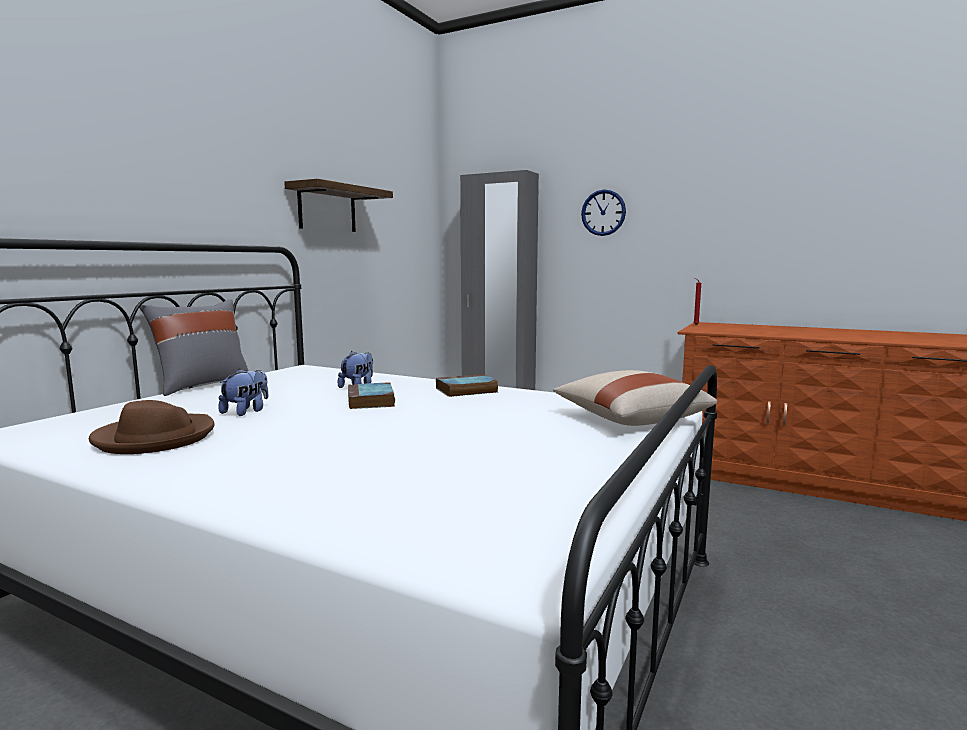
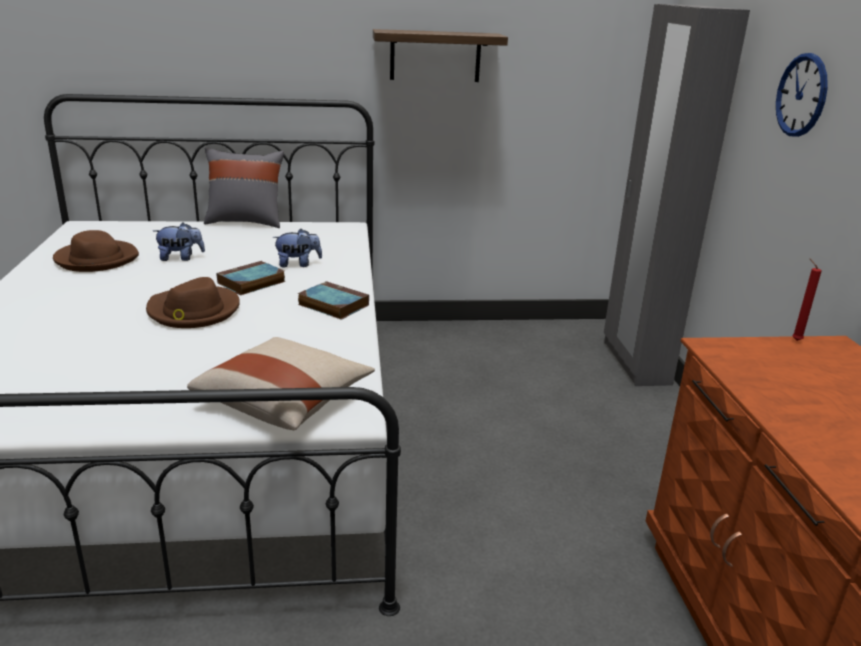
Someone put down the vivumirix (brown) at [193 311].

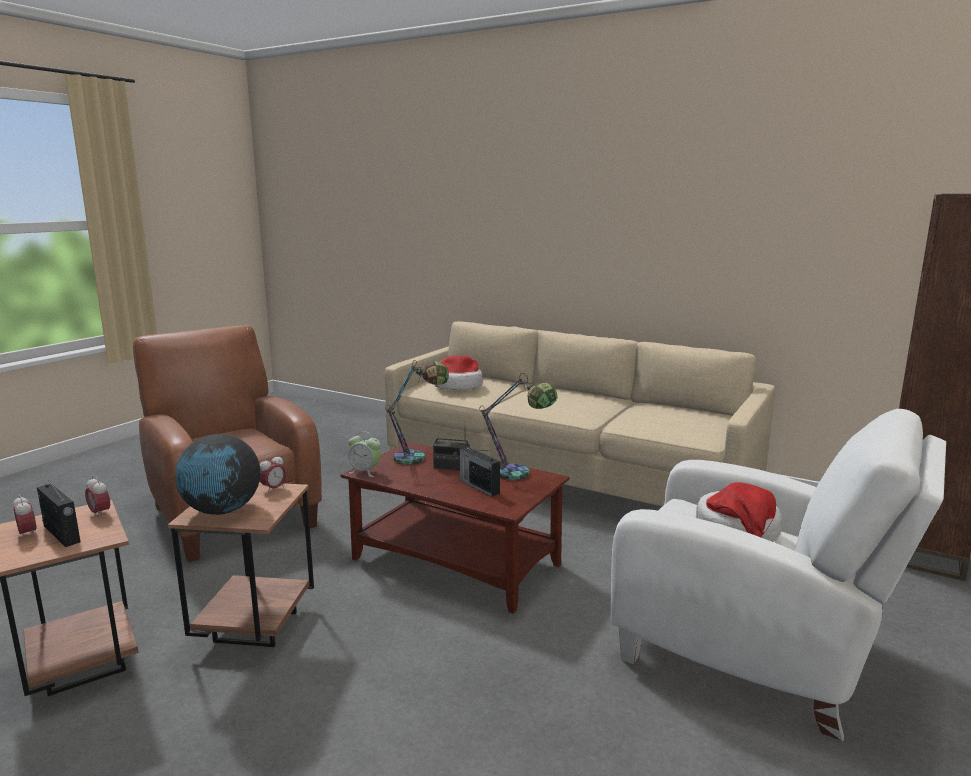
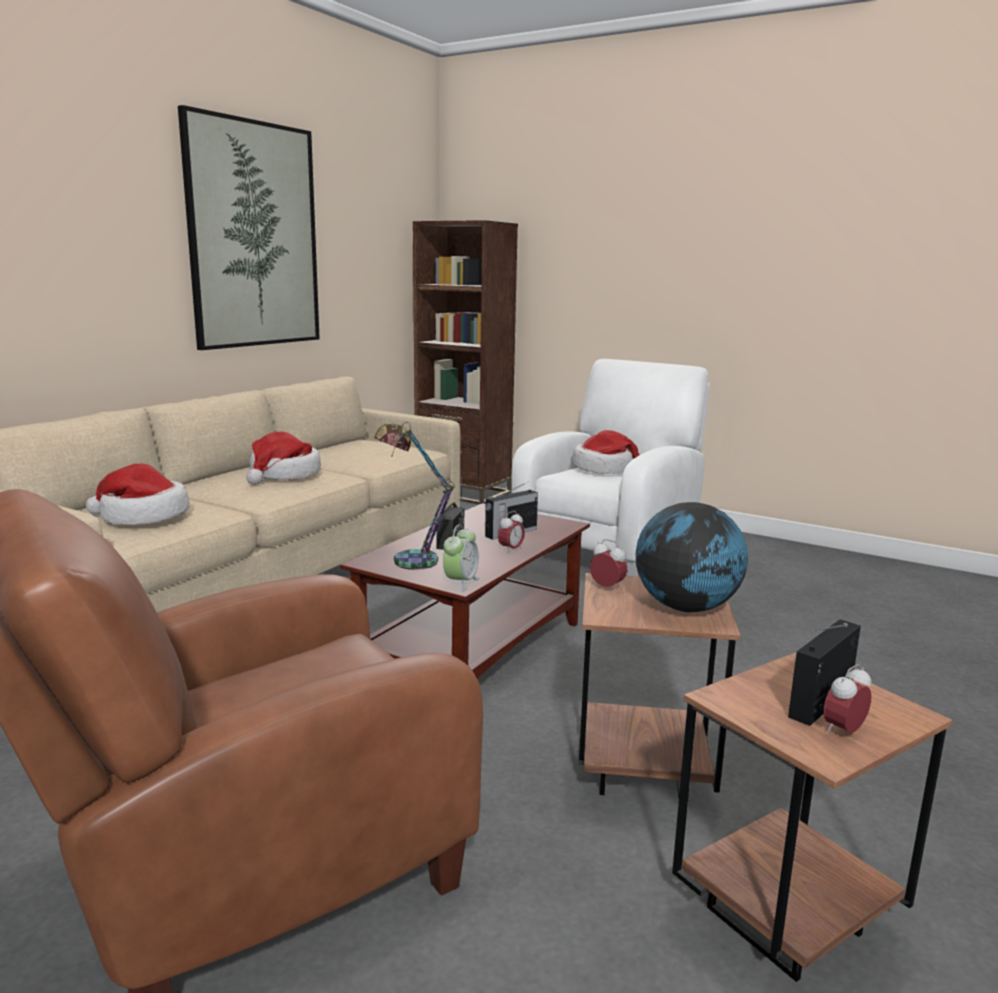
Someone took away the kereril at [520 477].
Someone put up the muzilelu at [254 235].
Someone put down the vivumirix at [284 475].
Someone carried the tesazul from [100 513] to [511 550].

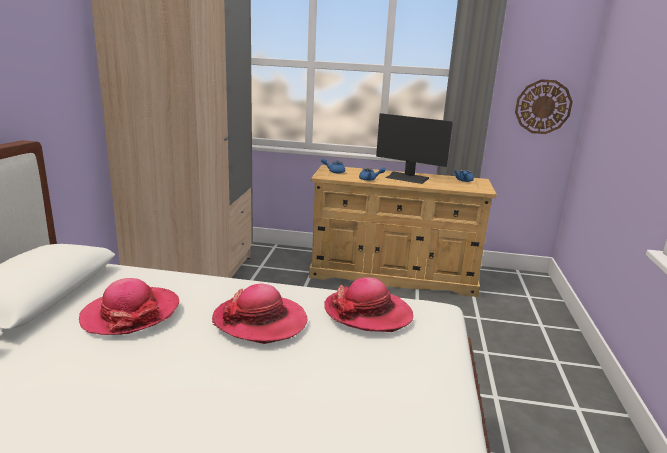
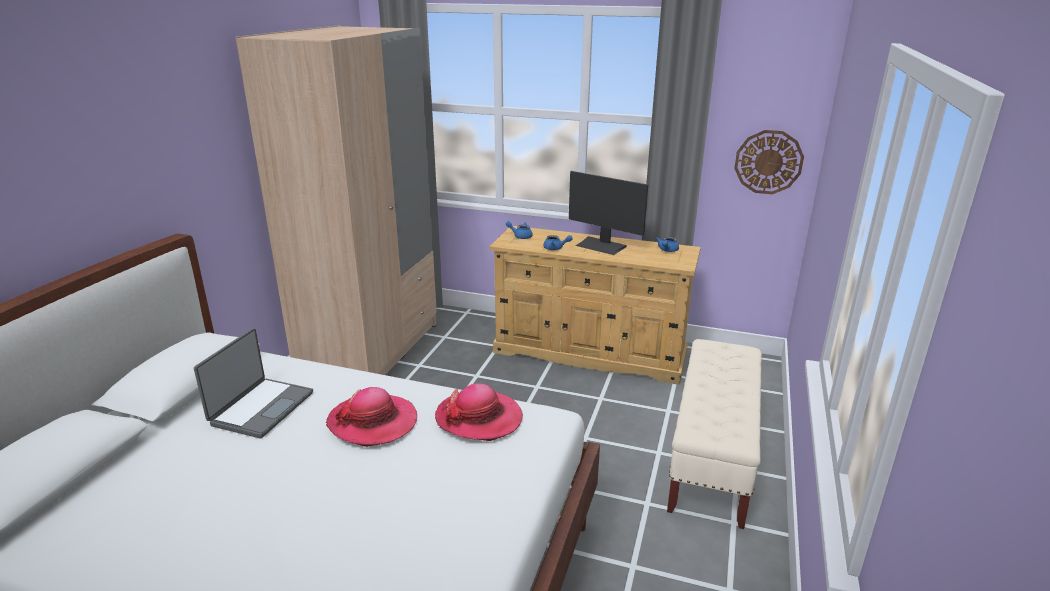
Someone put down the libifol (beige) at [711 458].
Someone swapped the vivumirix at [131 314] for the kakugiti at [261 408].

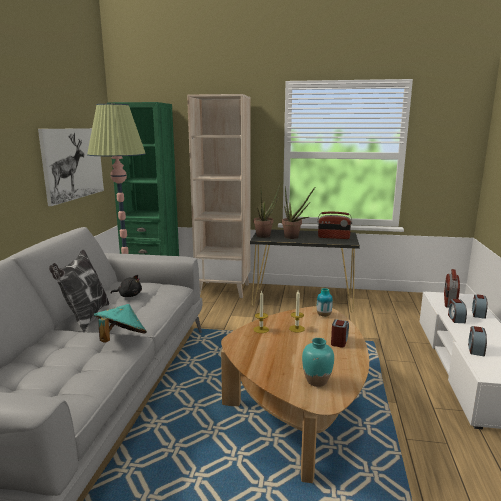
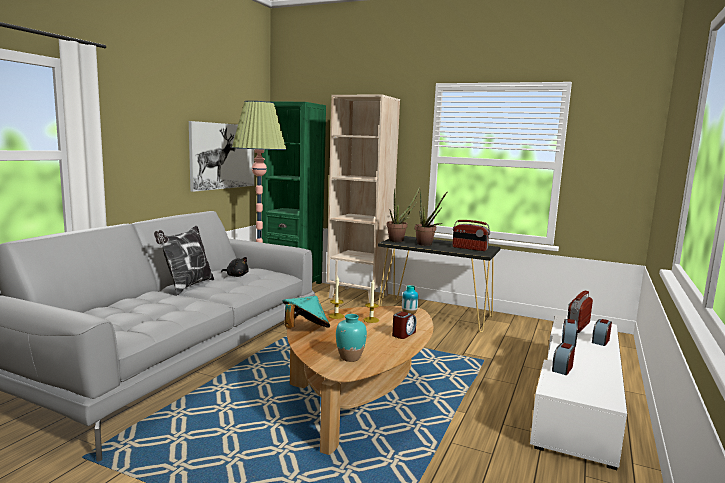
Someone carried the vivumirix (turquoise) from [121 339] to [305 330].

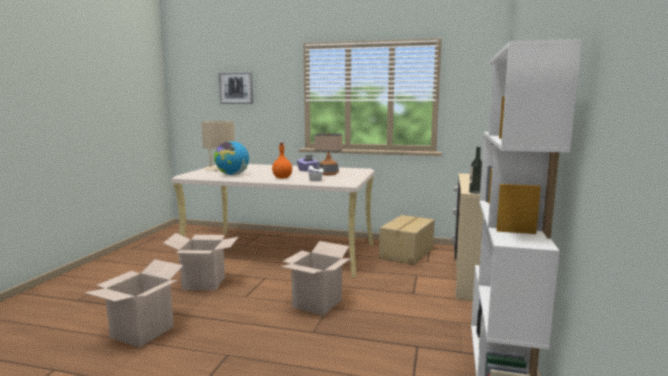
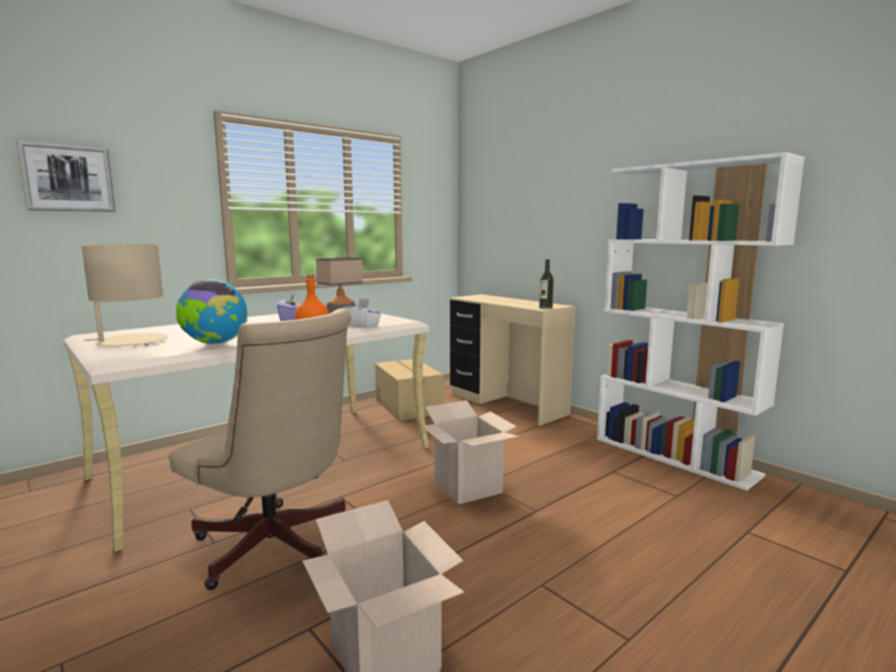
Someone swapped the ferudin at [204 283] for the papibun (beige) at [276 549].

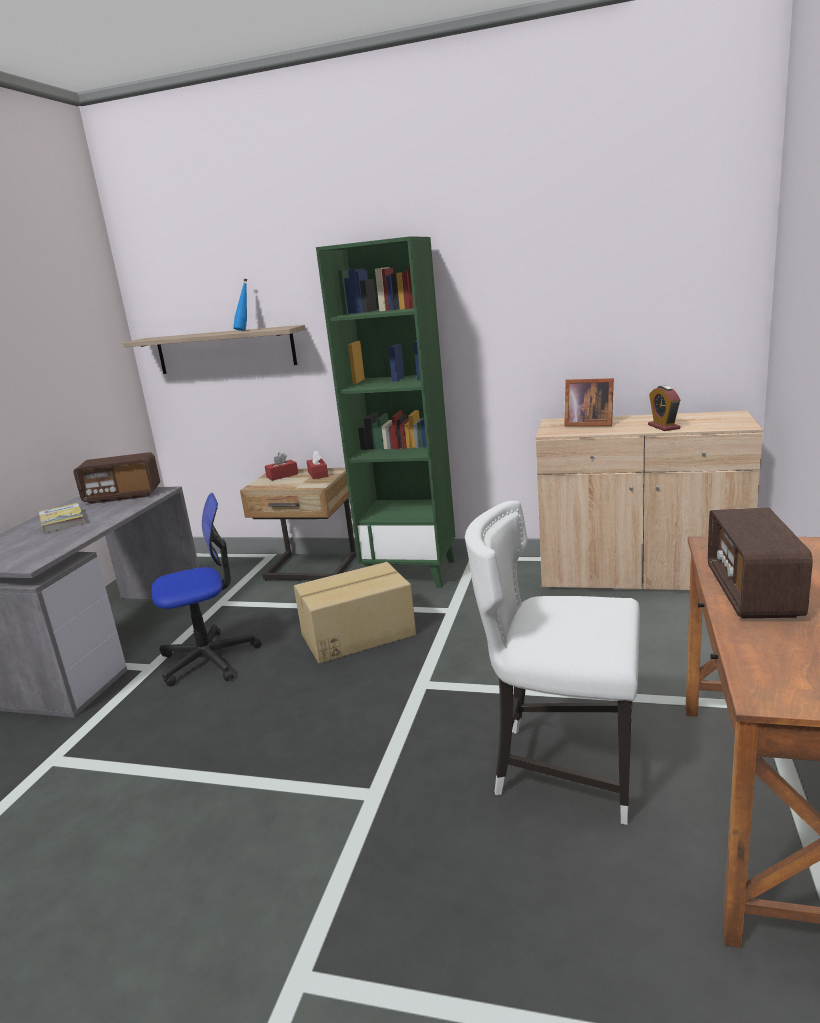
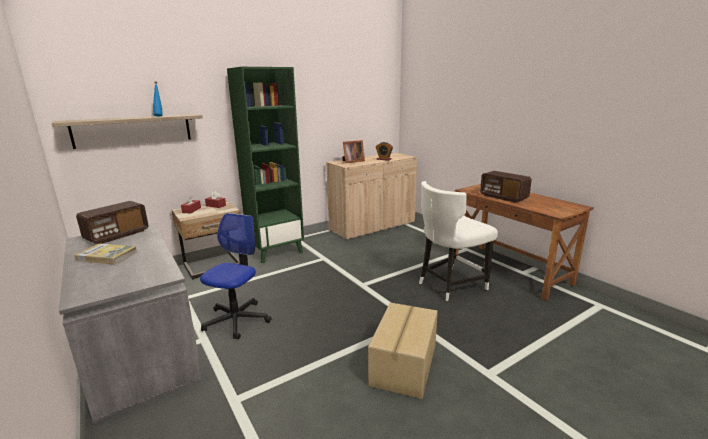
Someone carried the ferudin from [357 634] to [402 364].

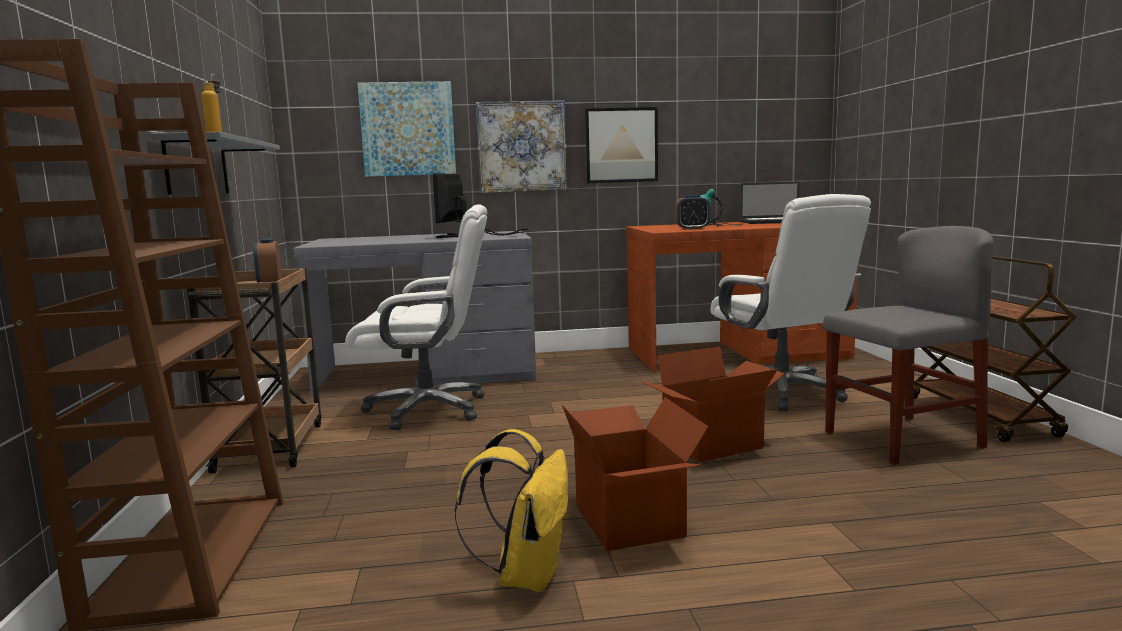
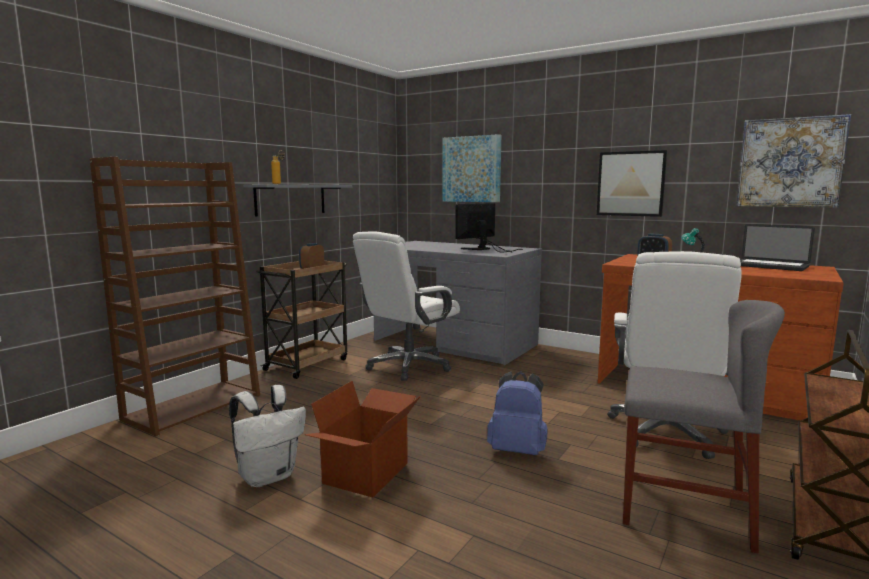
Someone carried the muzilelu from [522 147] to [790 162].
Someone swapped the ferudin at [713 445] for the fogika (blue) at [517 450].
Someone repainted the fogika (yellow) at [526 575], which became the fogika (white) at [268 476].
Someone rotated the papibun (white) at [428 409] by 90 degrees clockwise.

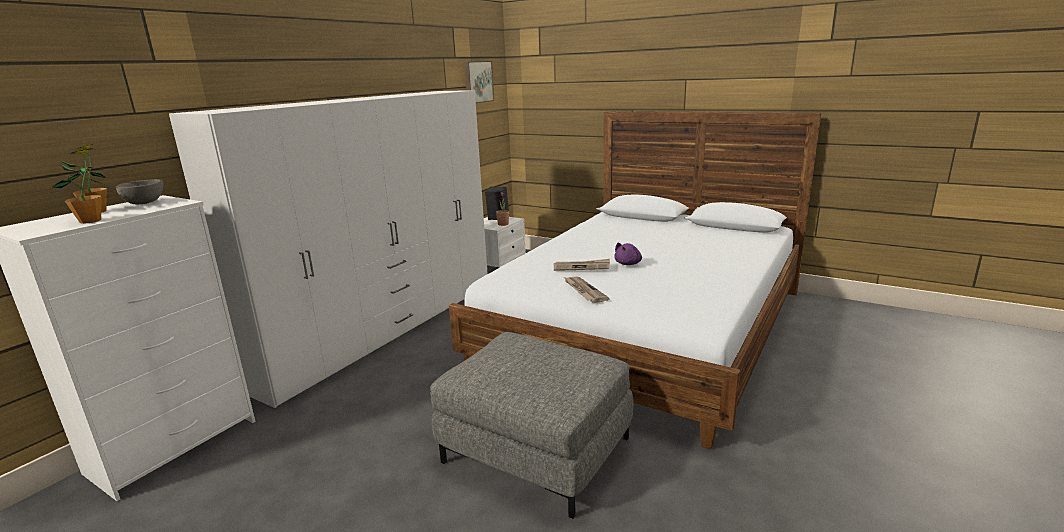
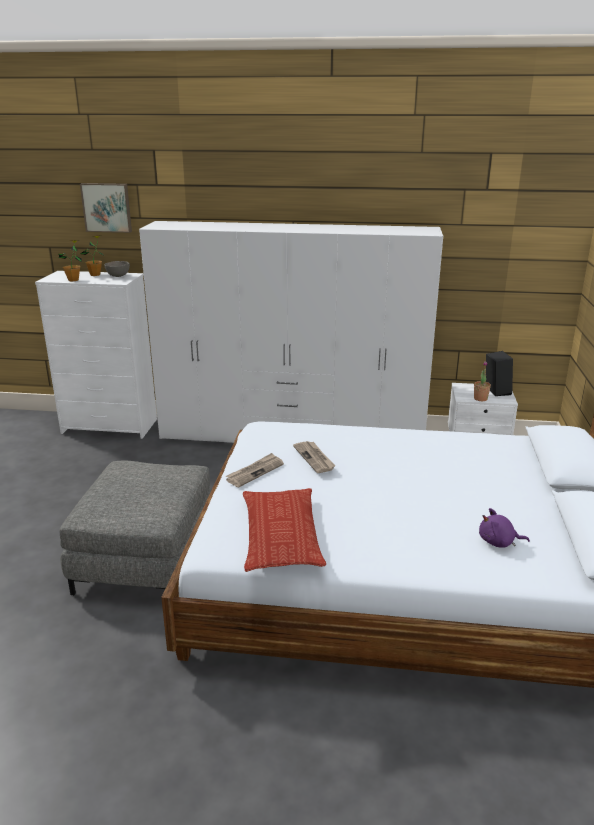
Someone put down the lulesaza at [281 536].
Someone carried the muzilelu from [477 82] to [107 207].
Someone carried the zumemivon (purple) from [628 263] to [498 542].

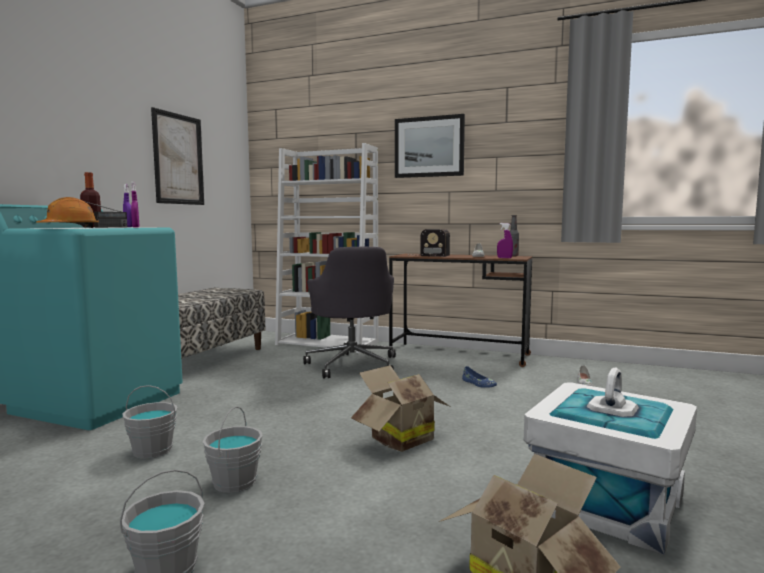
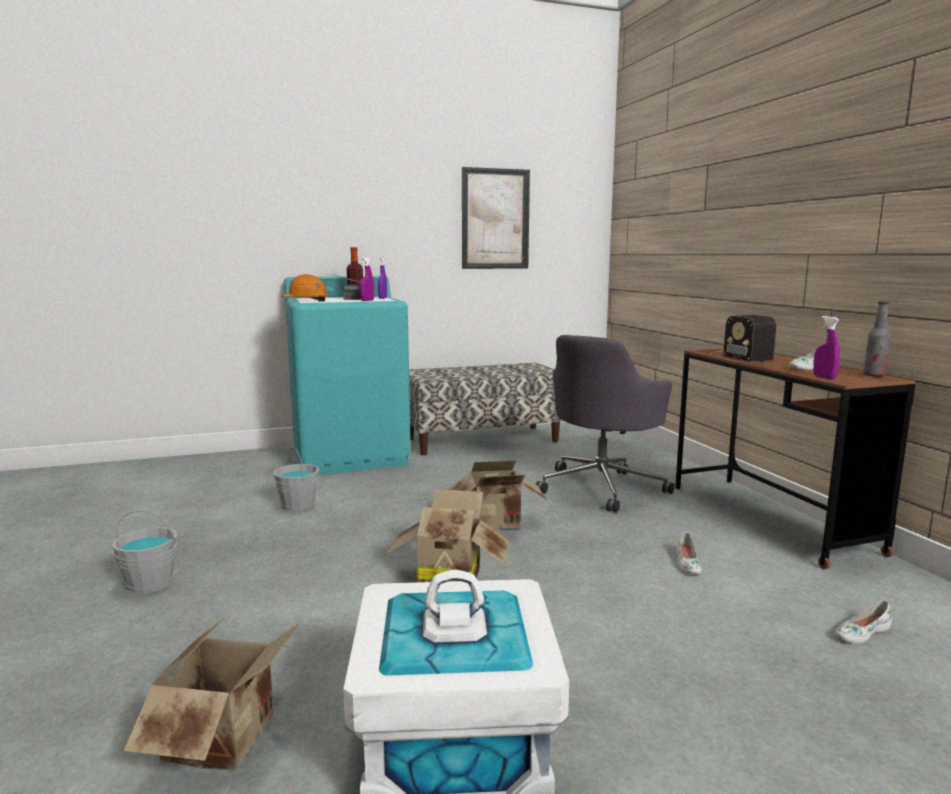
Someone took away the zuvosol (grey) at [234 482].
Someone took away the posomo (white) at [328 343].
Someone took away the muzilelu at [429 147].
Someone put down the ferudin at [497 524].
Someone repainted the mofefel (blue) at [478 384], which became the mofefel (white) at [687 563].

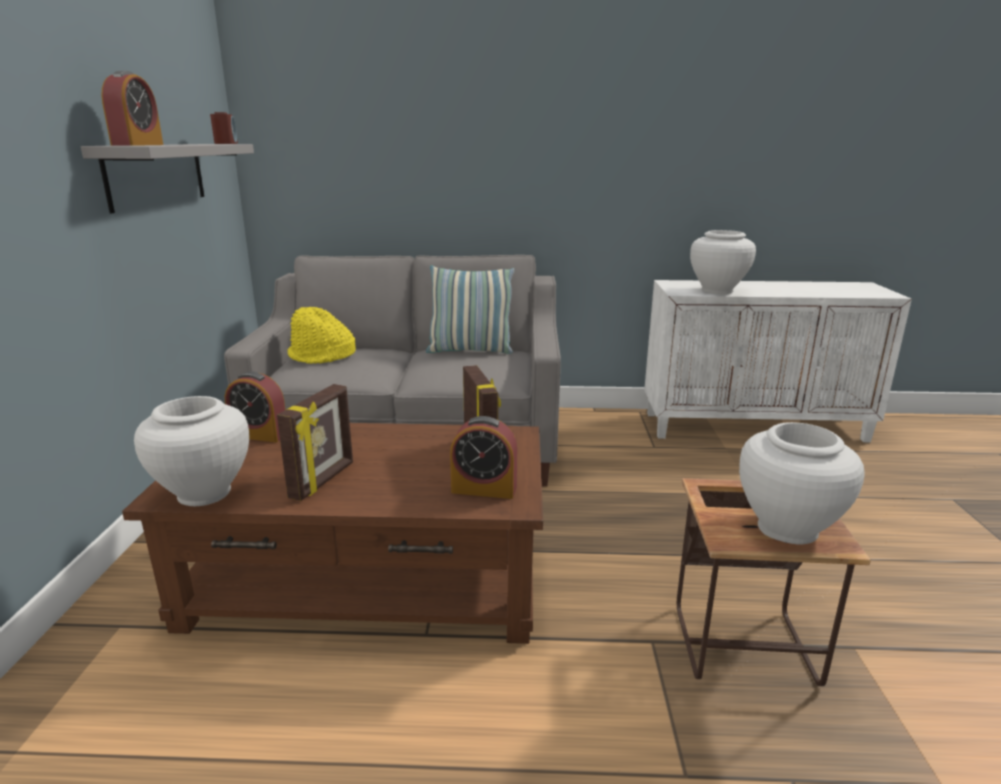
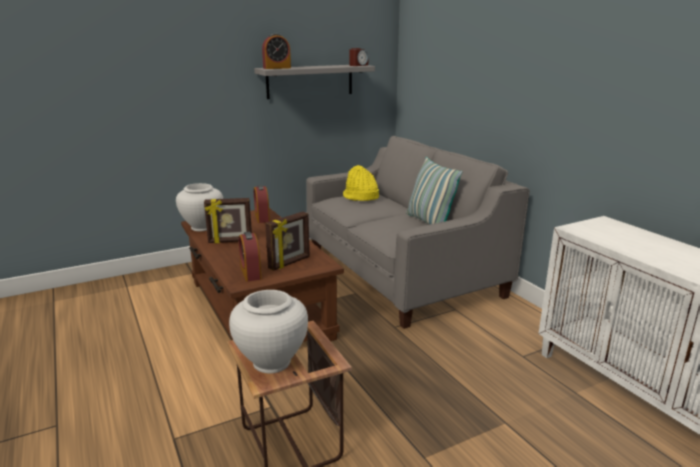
Someone took away the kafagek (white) at [717 290].

